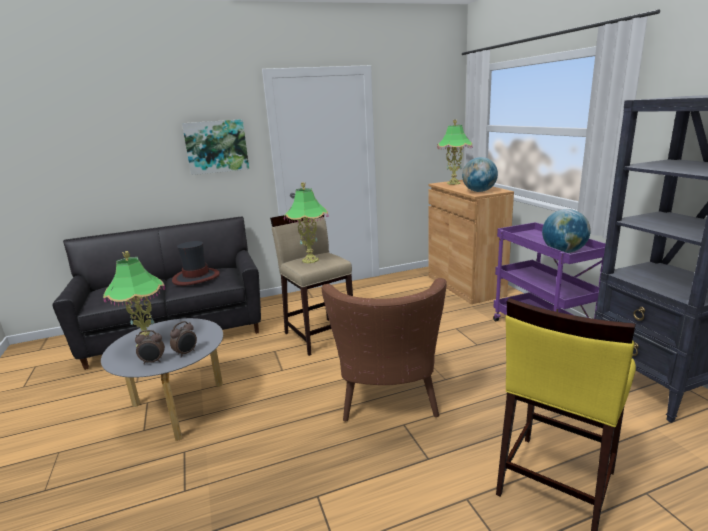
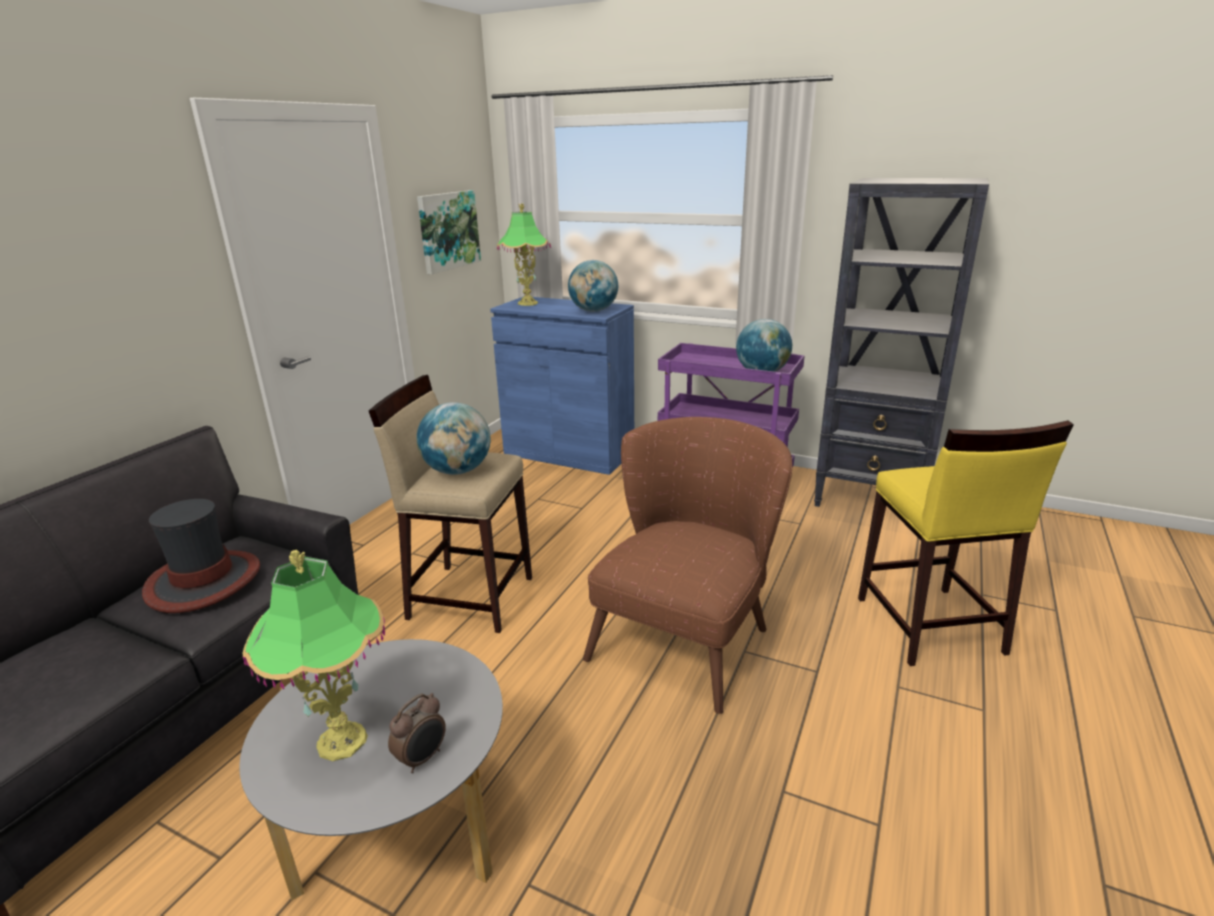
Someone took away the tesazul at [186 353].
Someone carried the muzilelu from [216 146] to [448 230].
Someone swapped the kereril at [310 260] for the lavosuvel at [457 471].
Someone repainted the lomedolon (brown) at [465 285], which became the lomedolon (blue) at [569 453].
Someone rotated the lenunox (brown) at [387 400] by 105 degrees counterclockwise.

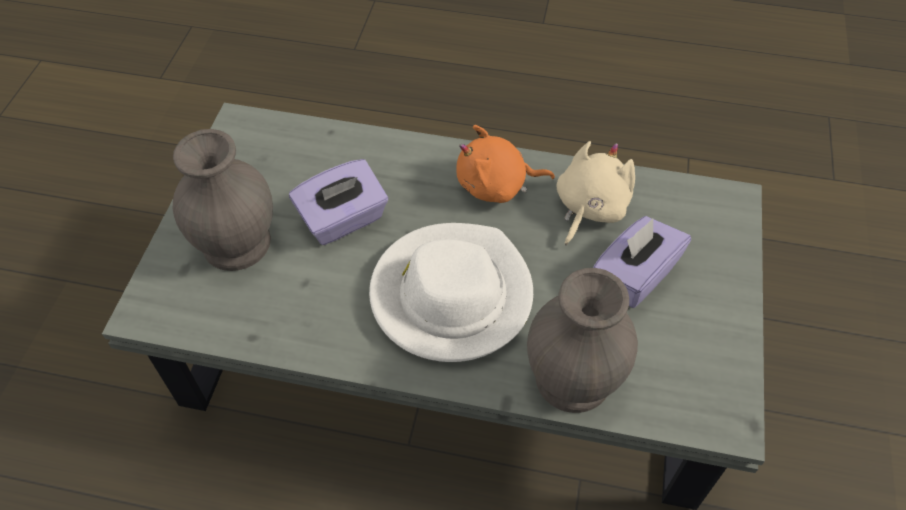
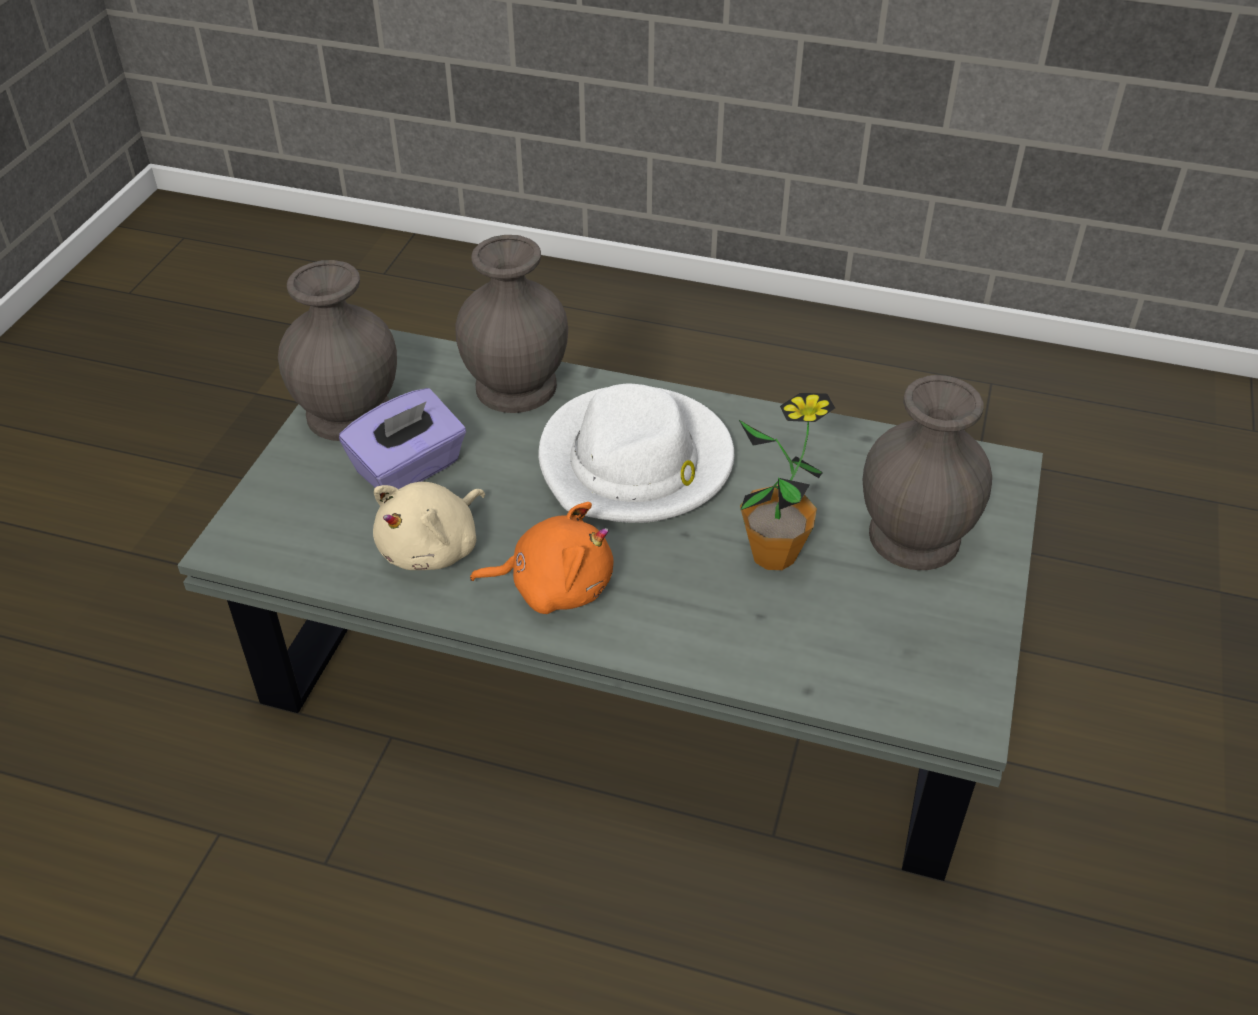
Someone put down the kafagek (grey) at [346 414].
Someone swapped the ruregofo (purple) at [343 220] for the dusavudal at [774 554].

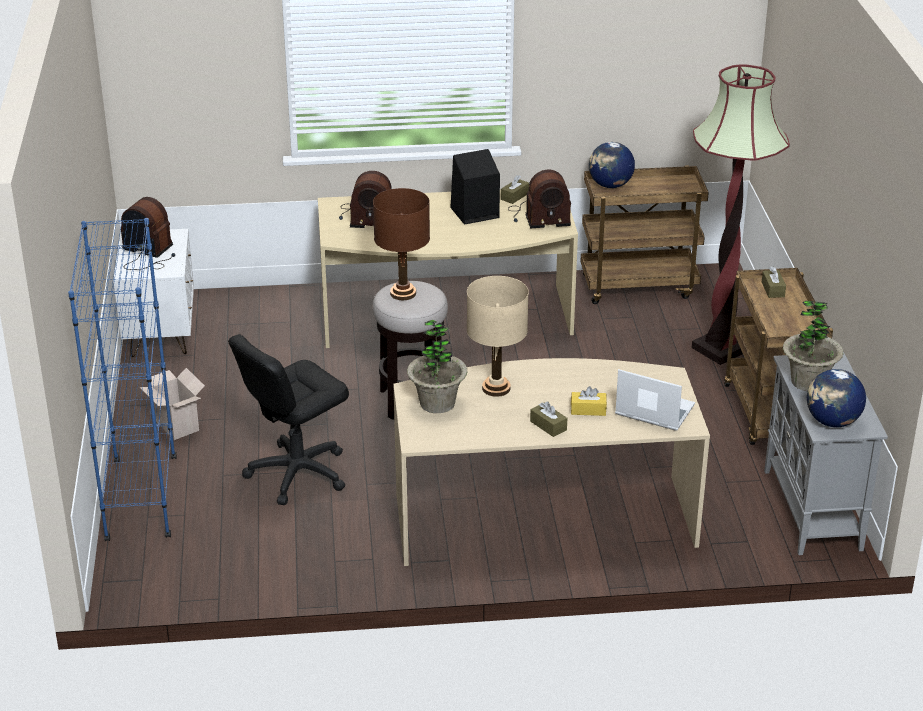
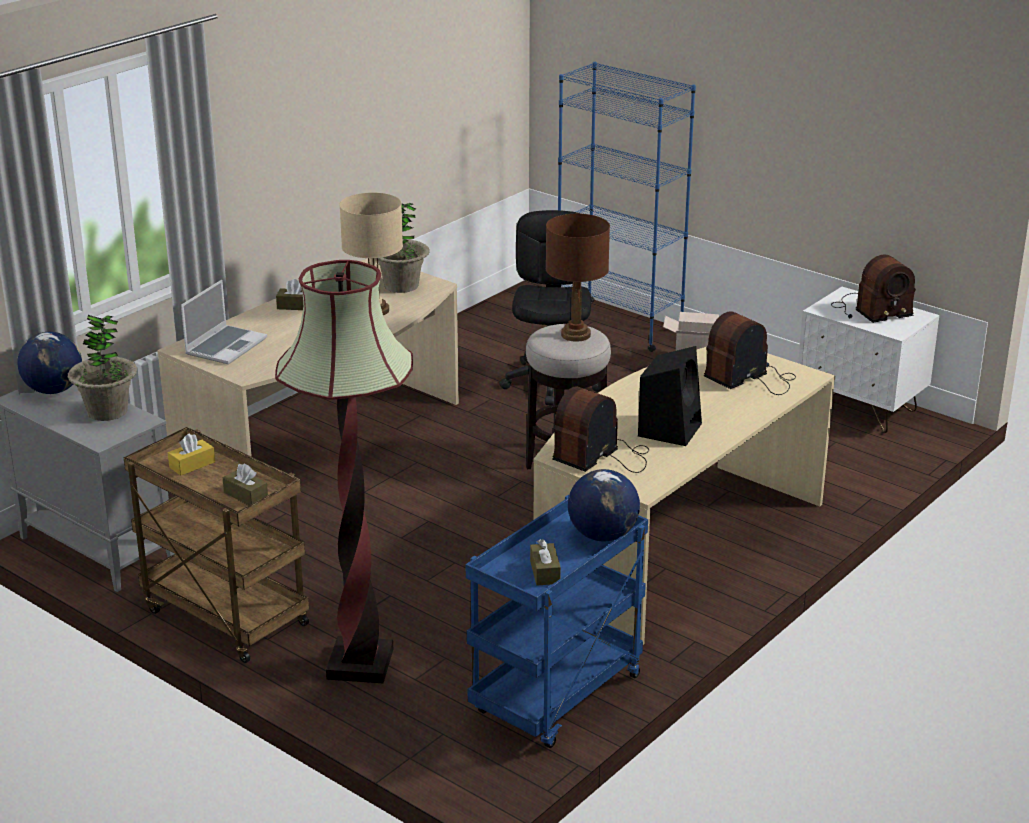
Someone carried the ruregofo (brown) from [514 196] to [545 572].
Someone carried the ruregofo (yellow) from [588 410] to [192 465].
Someone repainted the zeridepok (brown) at [639 286], which became the zeridepok (blue) at [557 698].
Someone rotated the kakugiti at [653 411] by 45 degrees counterclockwise.

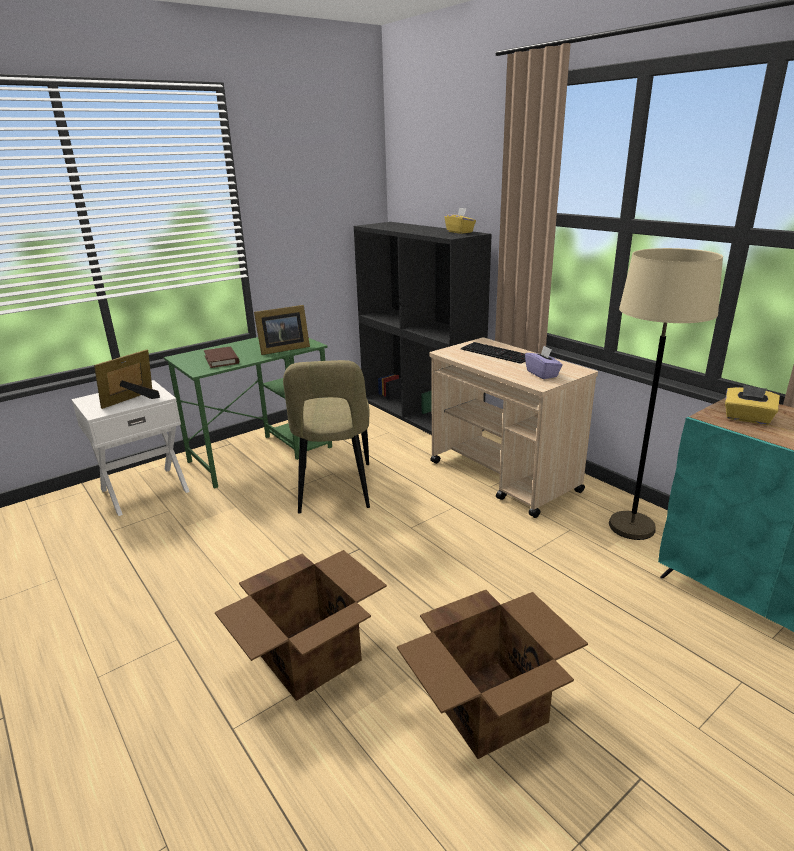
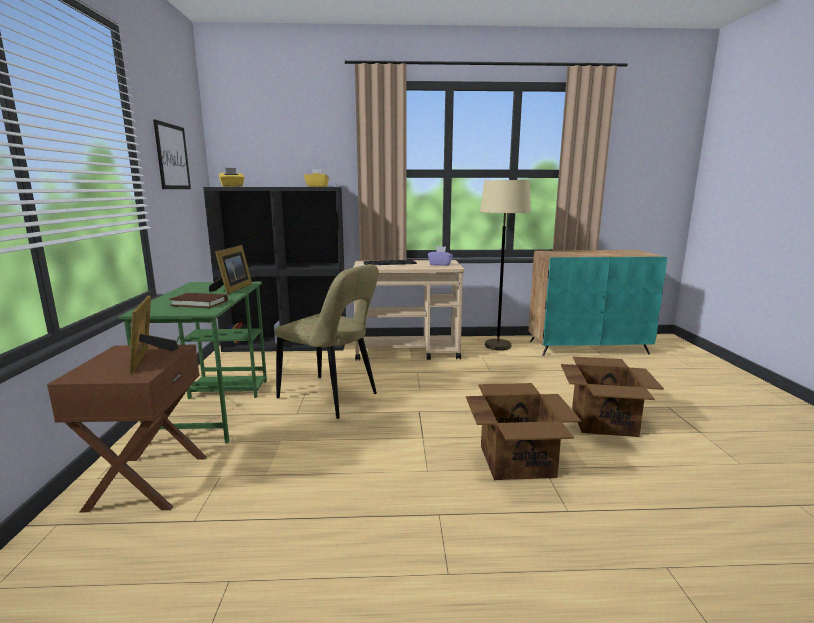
Someone put up the muzilelu at [172 157].
Someone carried the ruregofo (yellow) from [747 418] to [232 186].
Someone repainted the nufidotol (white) at [144 490], which became the nufidotol (brown) at [147 482].

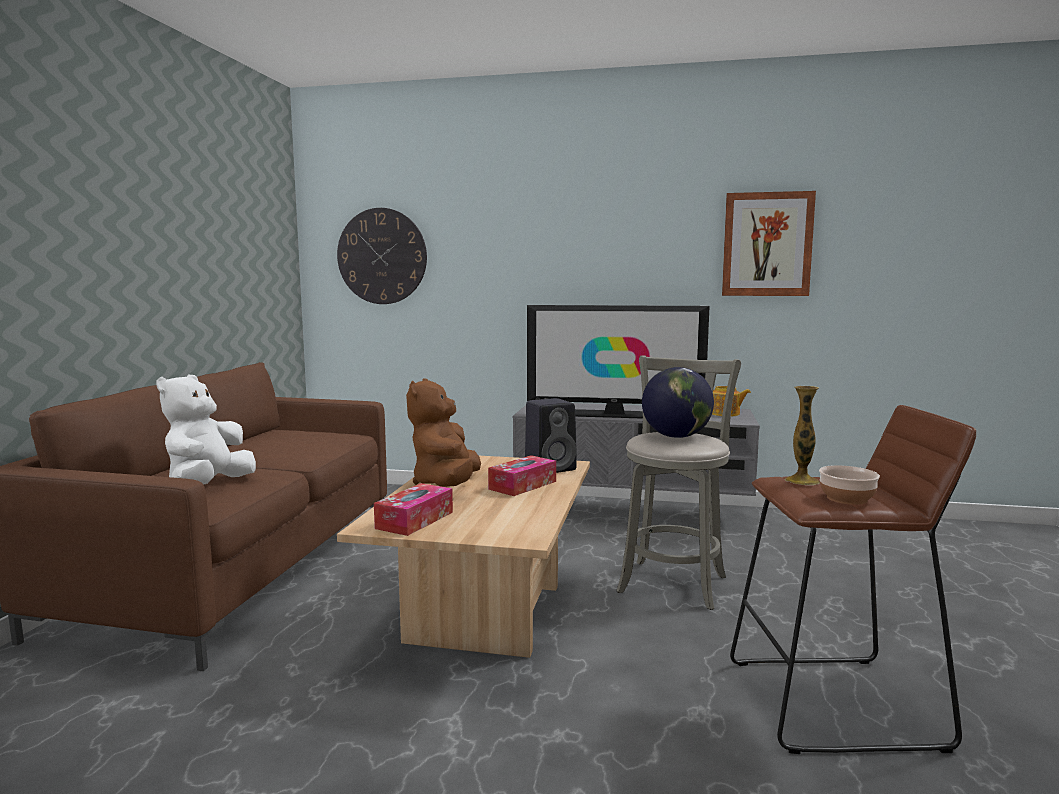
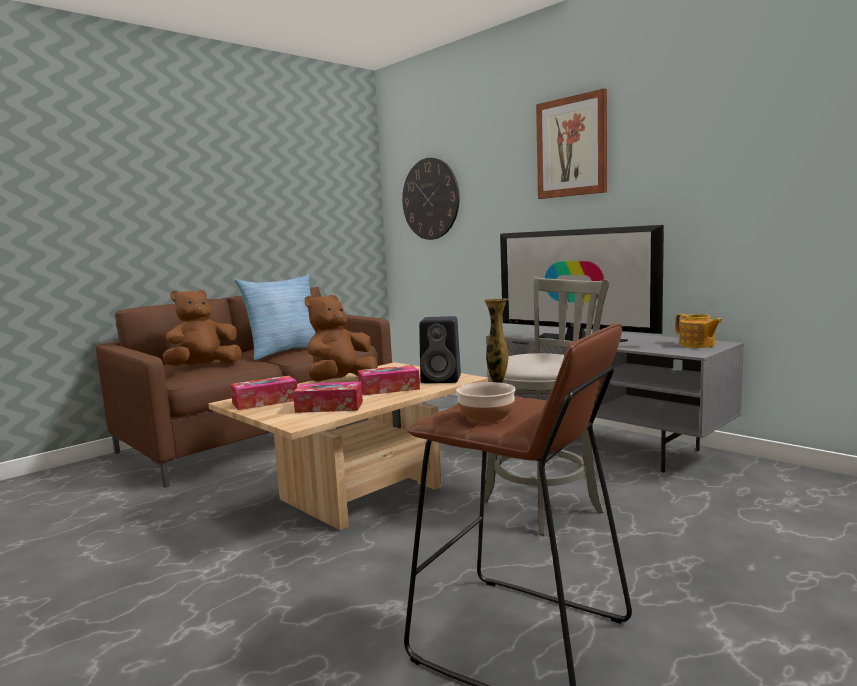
Someone took away the lavosuvel at [676 436].
Someone put down the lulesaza at [285 352].
Someone put down the ruregofo at [329 407].
Someone carried the muzilelu from [767 244] to [572 147].
Someone repainted the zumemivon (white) at [208 486], which became the zumemivon (brown) at [203 367].

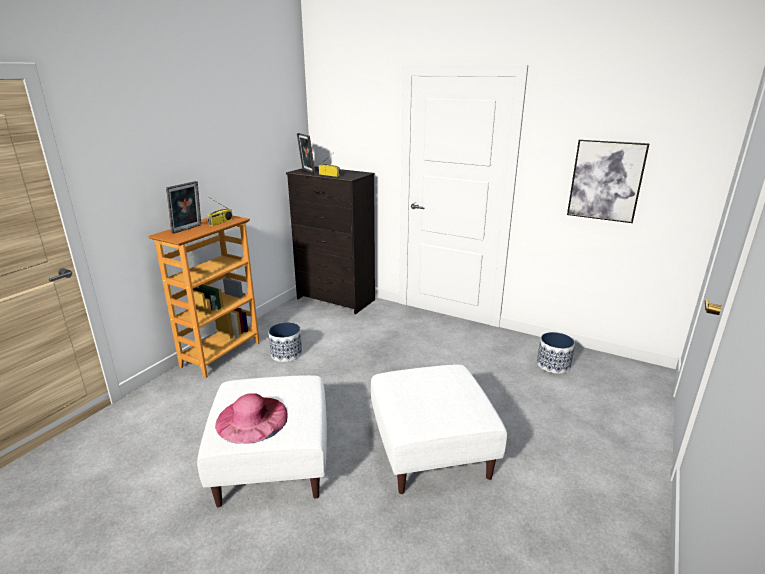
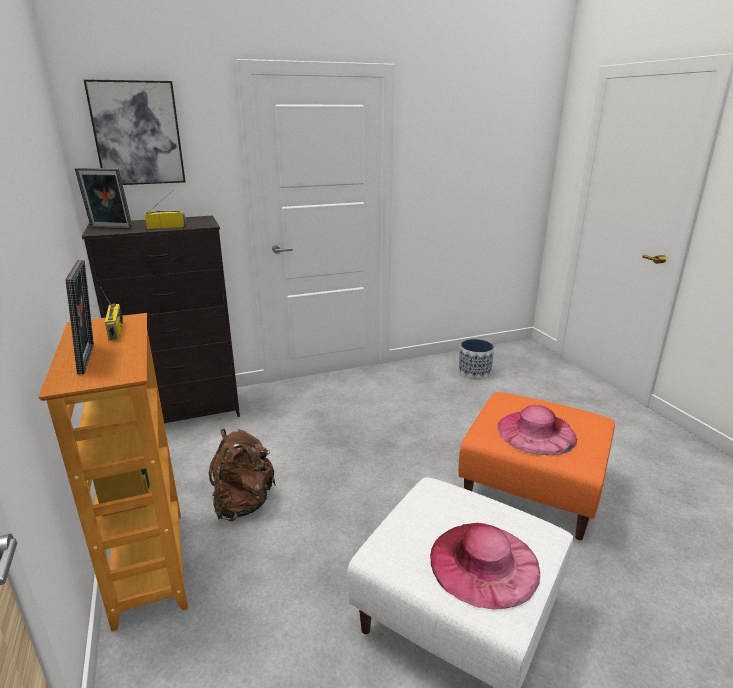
Someone put down the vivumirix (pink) at [536 432].
Someone carried the muzilelu from [606 180] to [137 133].
Someone swapped the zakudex at [286 354] for the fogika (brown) at [243 503].
Someone repainted the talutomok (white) at [432 450], which became the talutomok (orange) at [532 488].

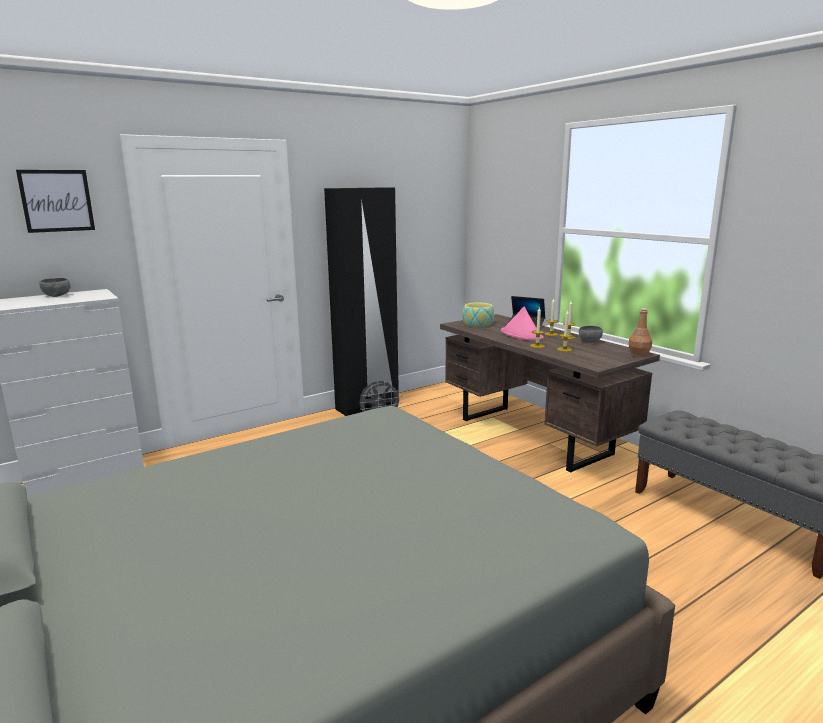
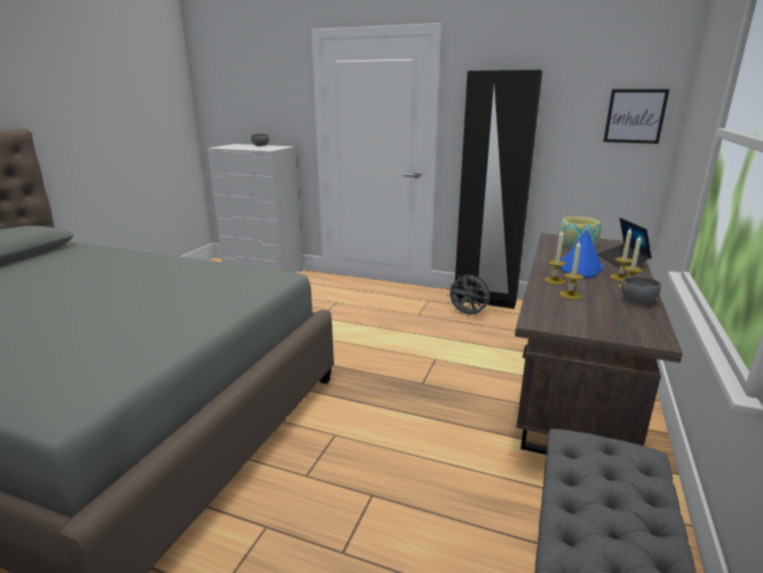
Someone took away the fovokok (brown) at [638 355].
Someone carried the muzilelu from [57 201] to [635 116].
Someone repainted the vivumirix (pink) at [522 335], which became the vivumirix (blue) at [580 267].

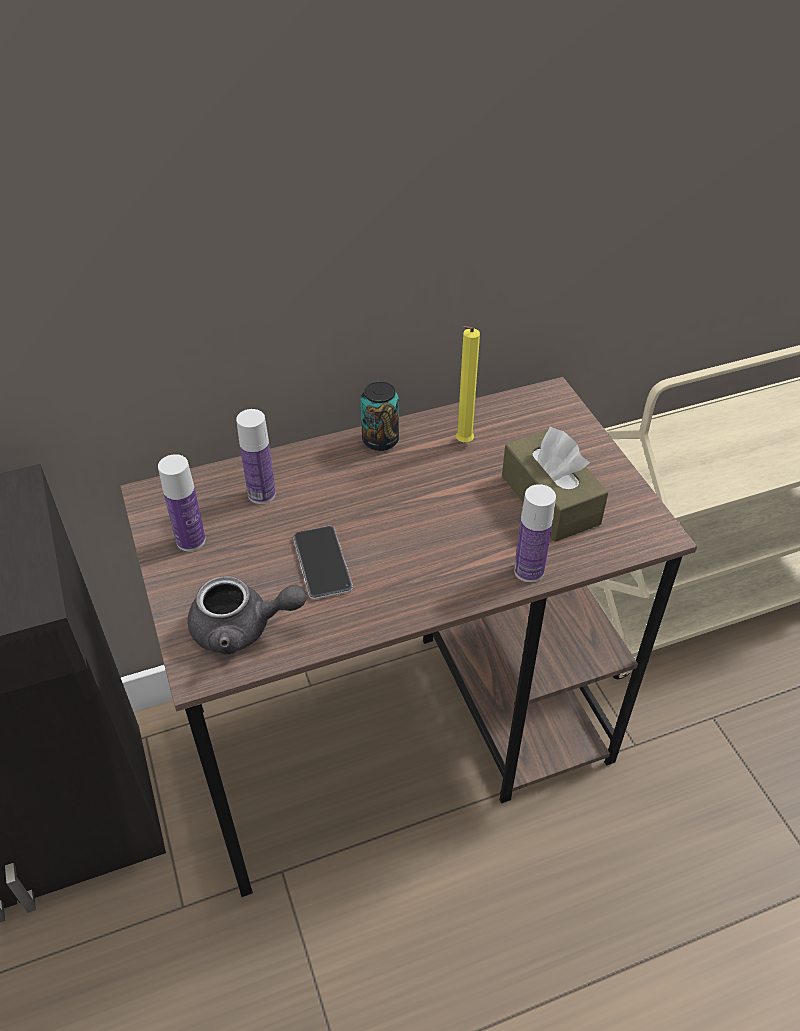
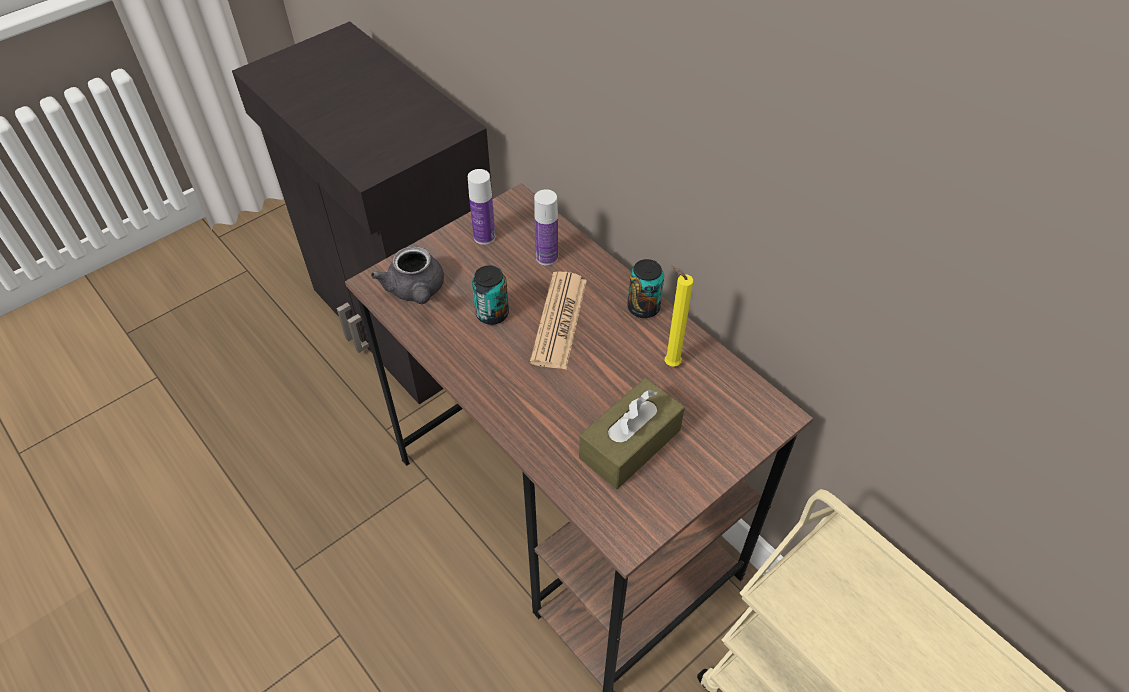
Someone took away the fovokok at [529 571].
Someone put down the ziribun at [559 320].
Someone swapped the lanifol at [322 563] for the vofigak at [492 314].

